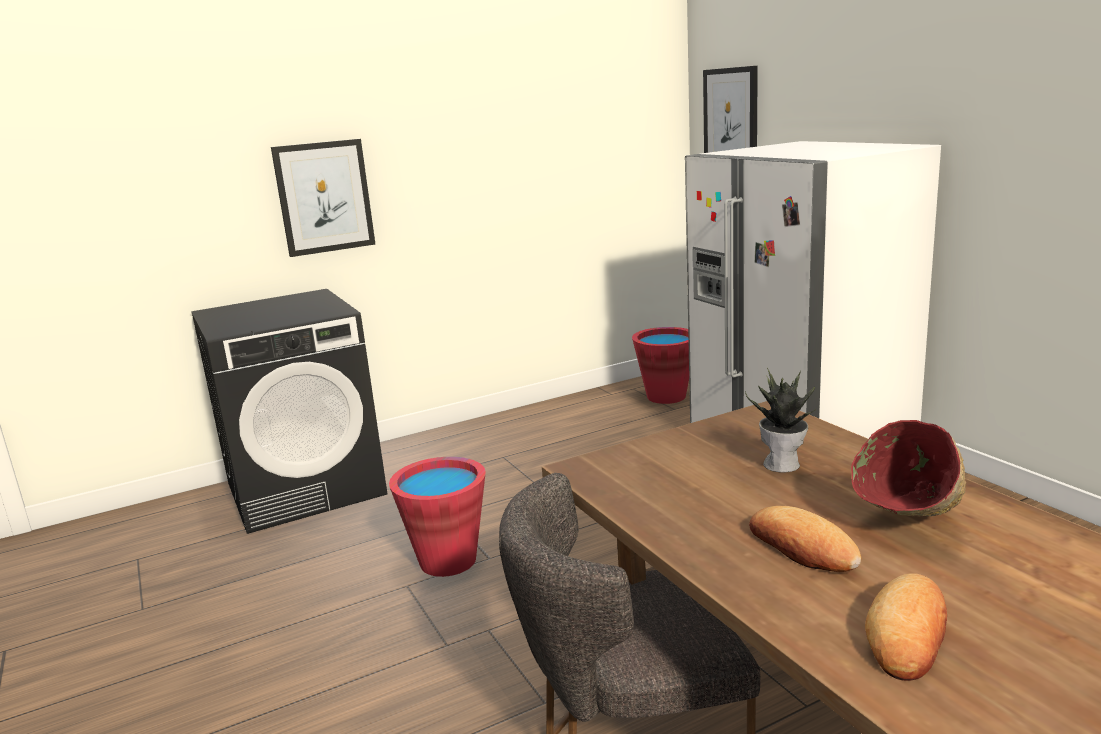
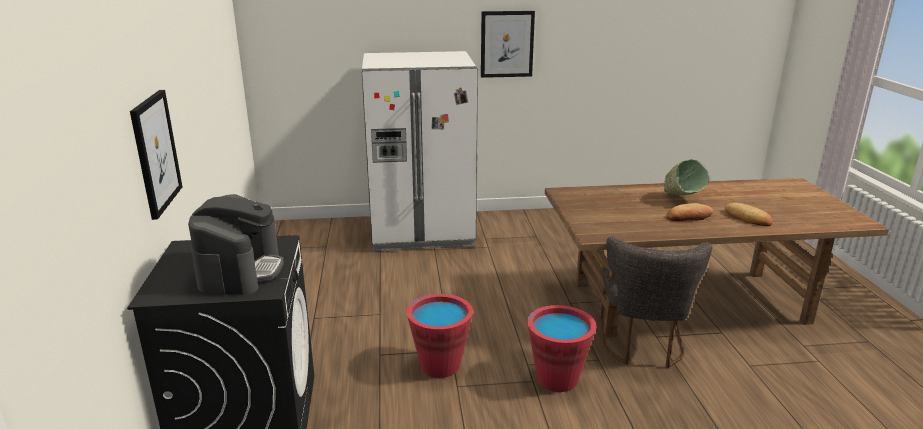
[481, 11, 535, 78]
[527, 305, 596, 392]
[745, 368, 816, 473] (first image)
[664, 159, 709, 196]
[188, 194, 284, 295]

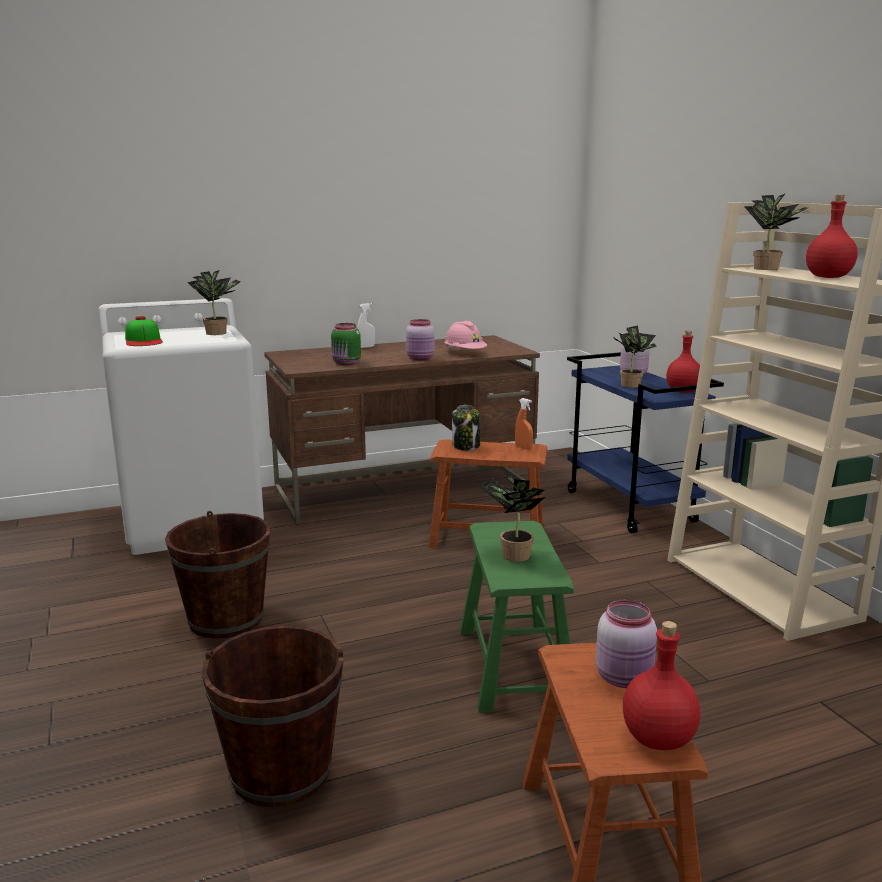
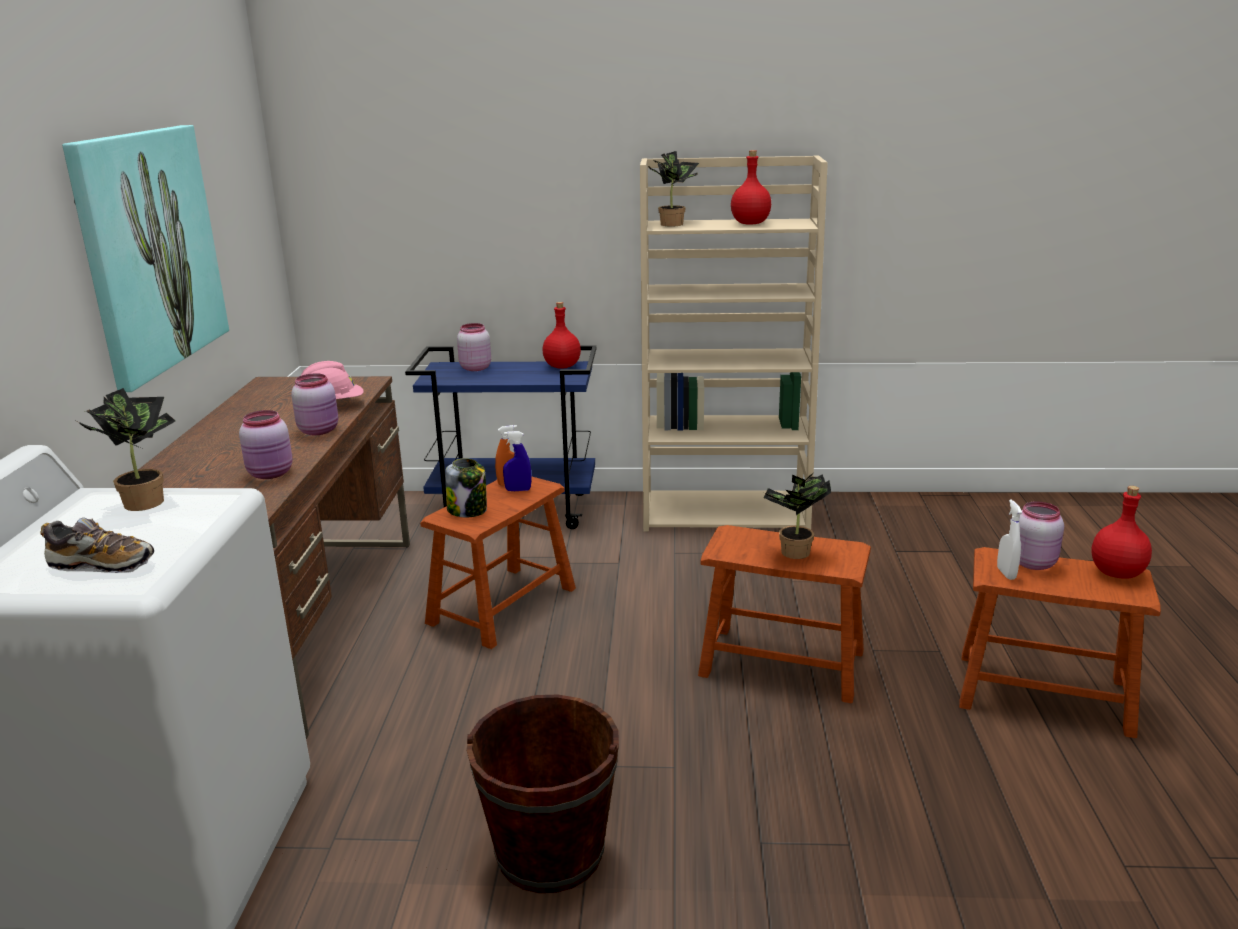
[997, 500, 1022, 580]
[40, 518, 154, 573]
[239, 410, 293, 479]
[613, 326, 657, 388] (first image)
[698, 525, 871, 703]
[201, 626, 344, 807] (first image)
[62, 125, 229, 392]
[503, 431, 531, 491]

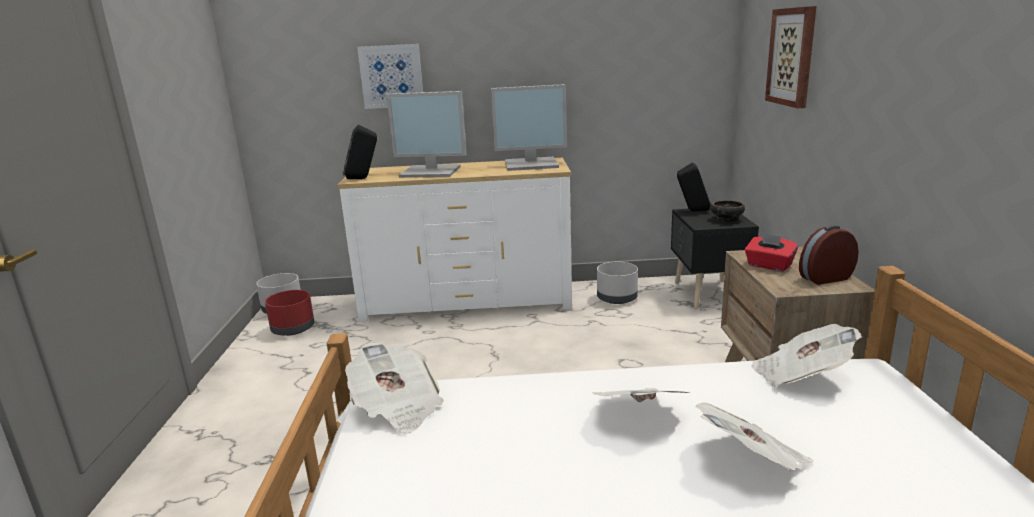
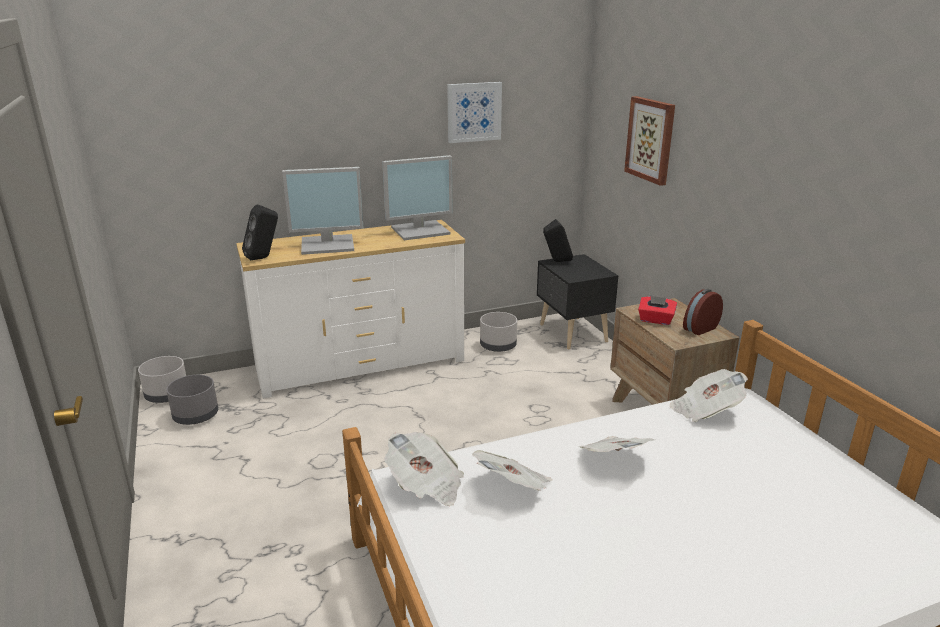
[447, 82, 502, 143]
[711, 200, 745, 223] (first image)
[166, 375, 218, 425]
[472, 450, 552, 491]

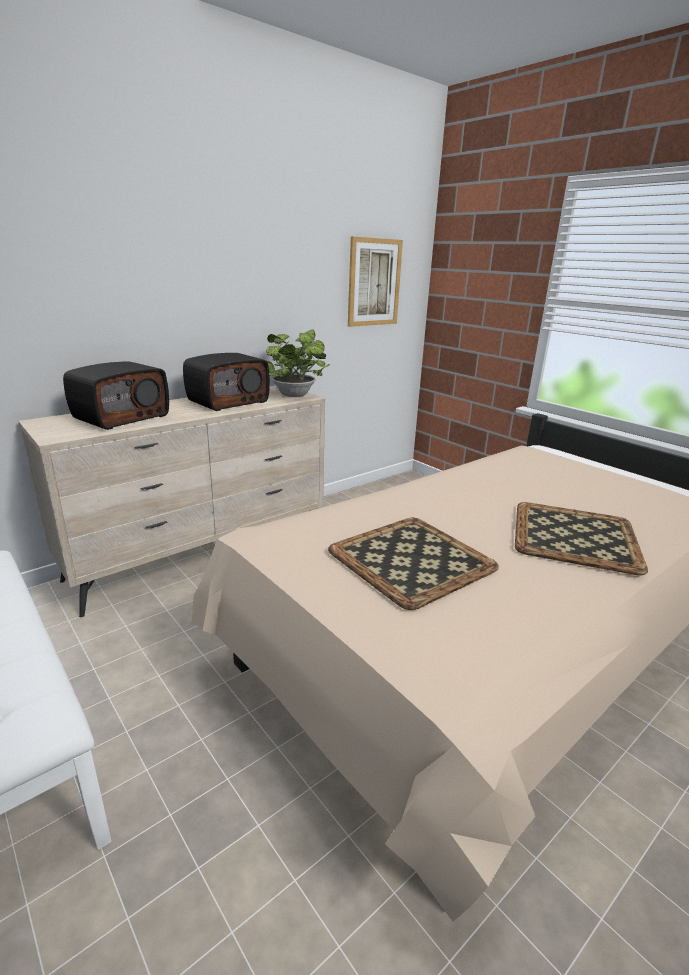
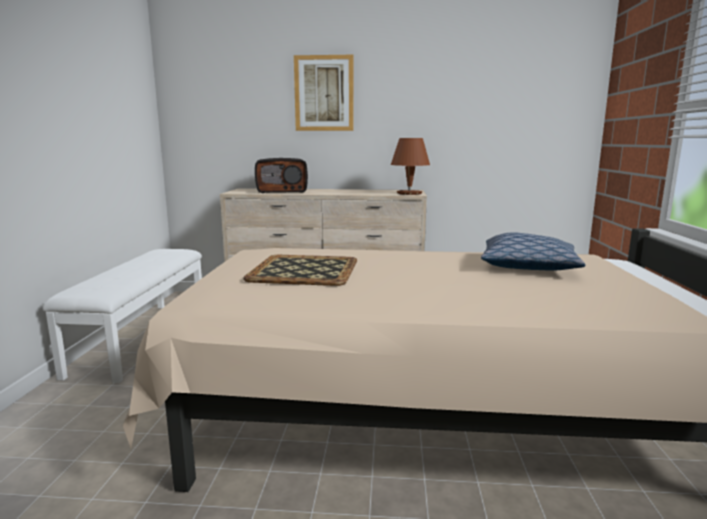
[294, 55, 353, 131]
[391, 138, 430, 195]
[183, 353, 270, 411] (first image)
[515, 502, 648, 575] (first image)
[481, 232, 585, 271]

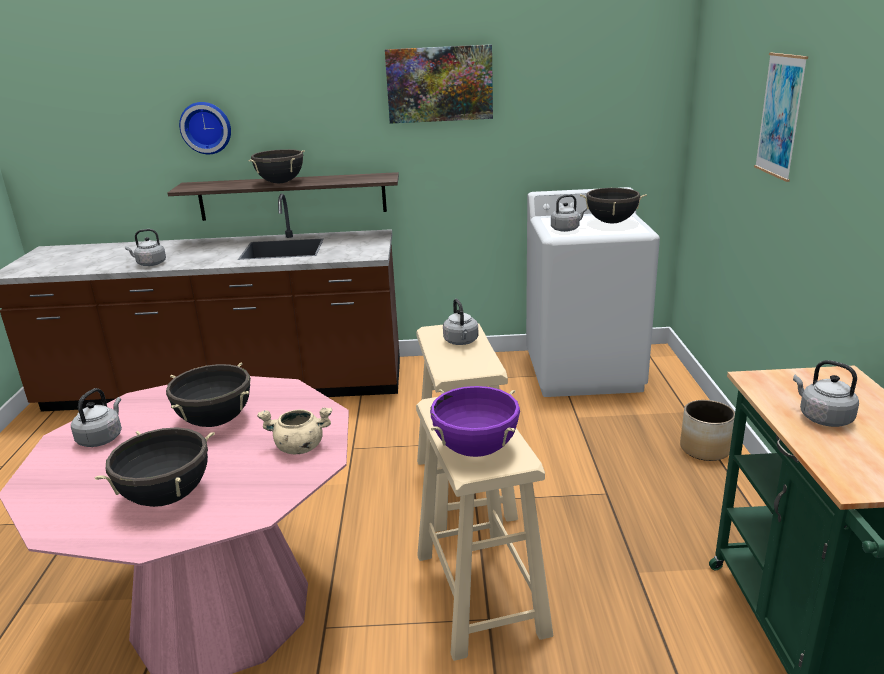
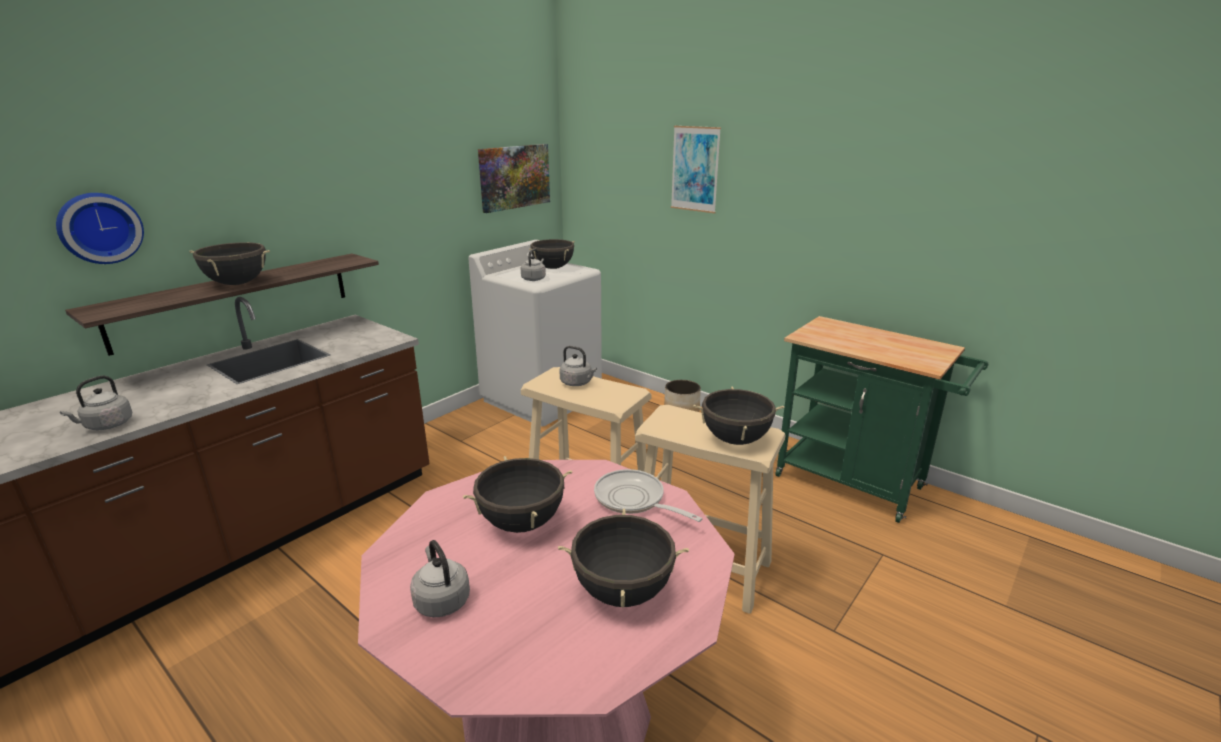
[478, 144, 550, 213]
[793, 360, 859, 427] (first image)
[694, 386, 784, 445]
[594, 469, 702, 522]

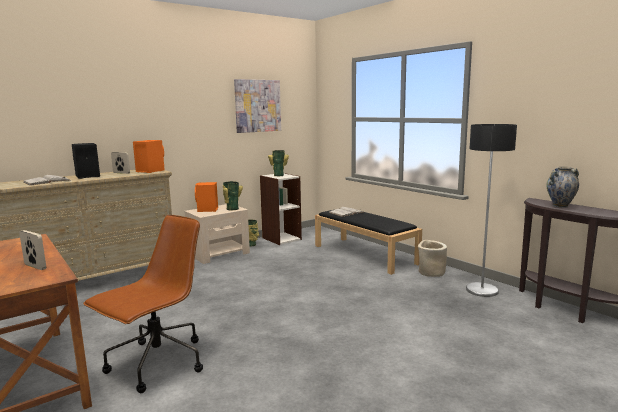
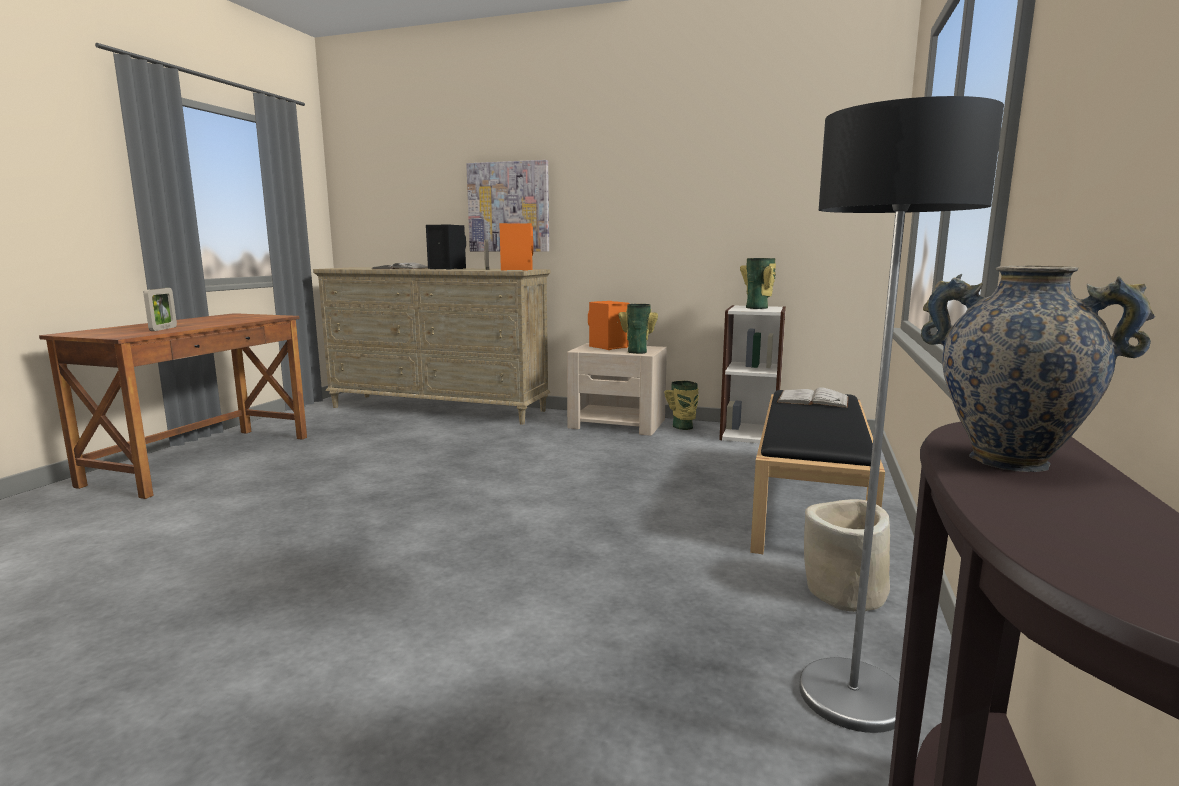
[466, 160, 549, 252]
[83, 215, 203, 393] (first image)

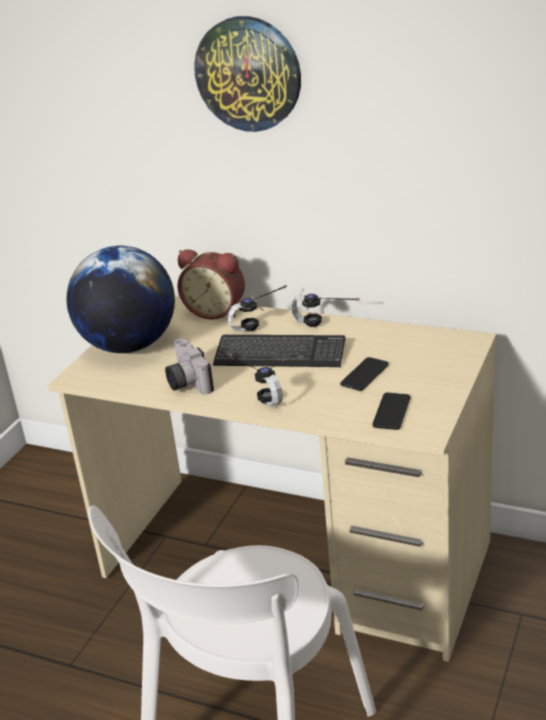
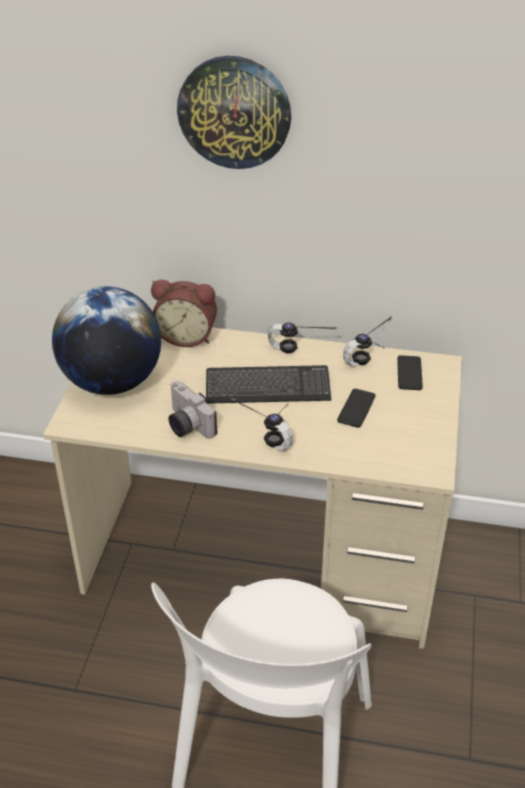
[343, 316, 392, 367]
[397, 355, 423, 390]

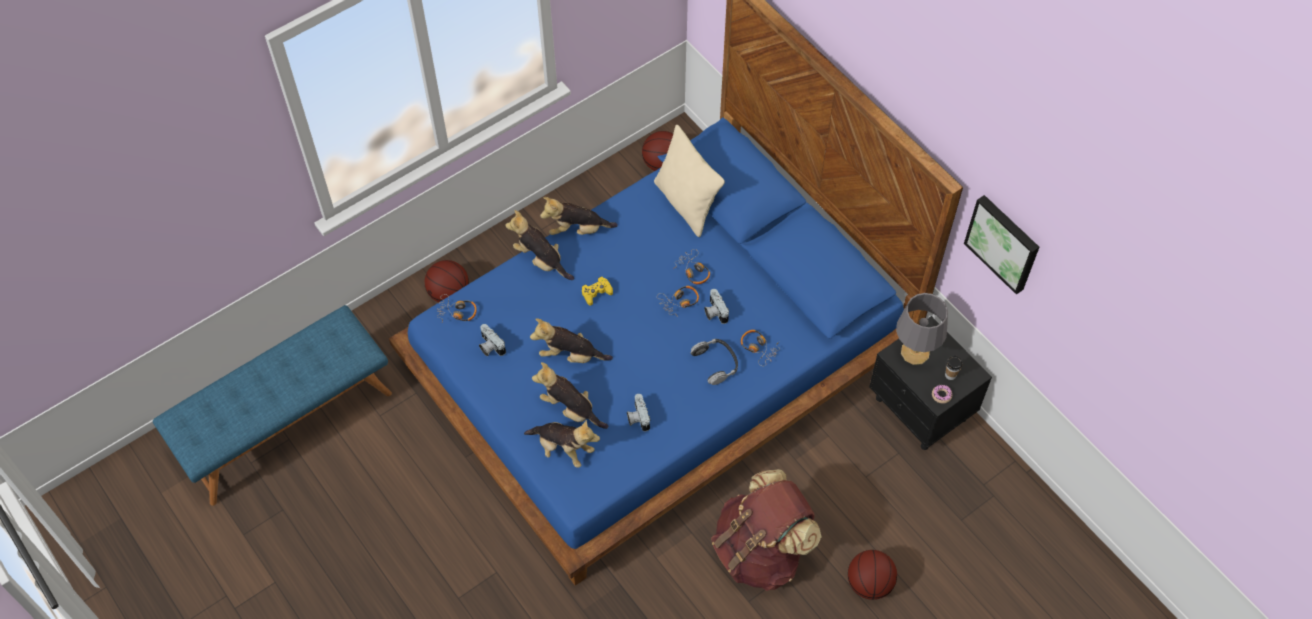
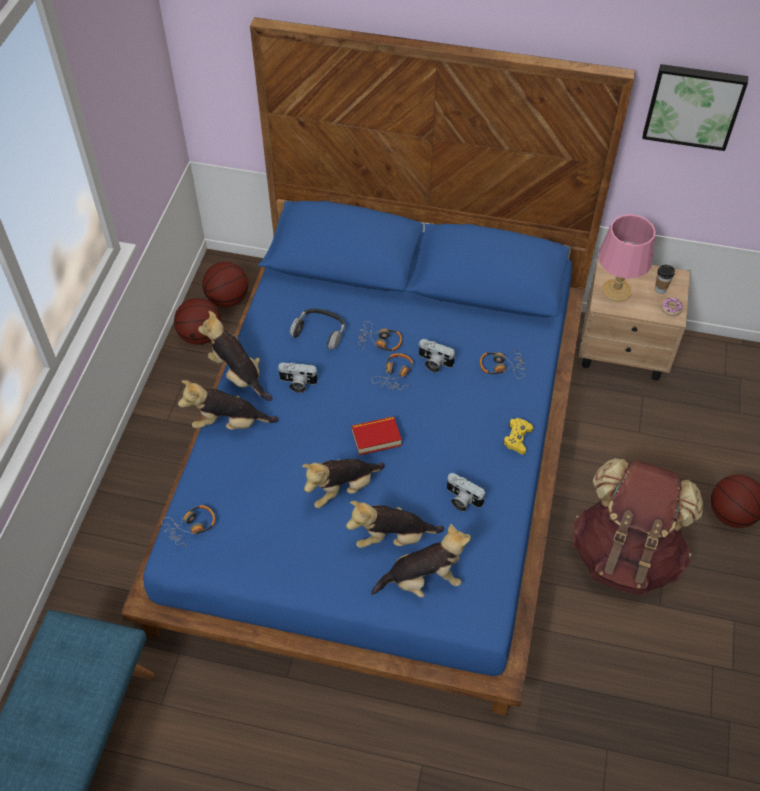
[654, 125, 725, 237] (first image)
[198, 311, 273, 401]
[174, 298, 221, 345]
[503, 418, 533, 455]
[598, 214, 656, 302]
[579, 258, 690, 381]
[278, 363, 318, 393]
[290, 308, 345, 350]
[352, 416, 402, 456]

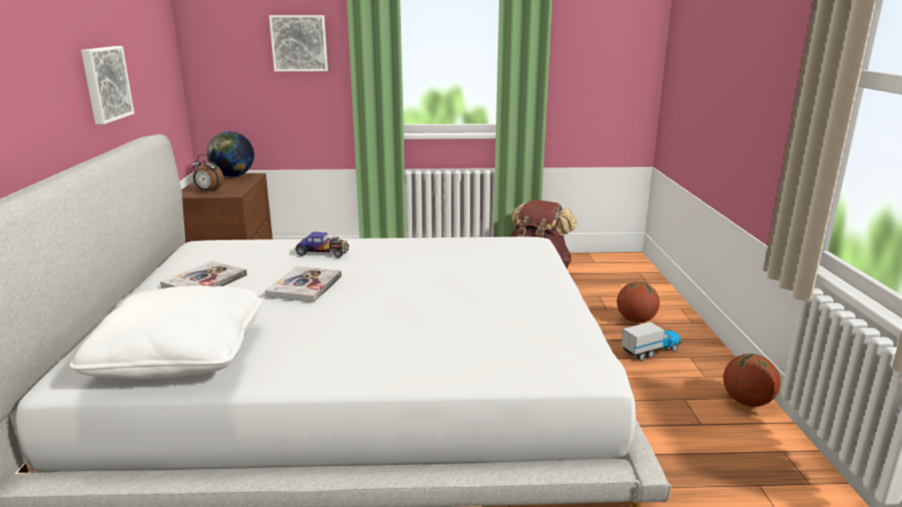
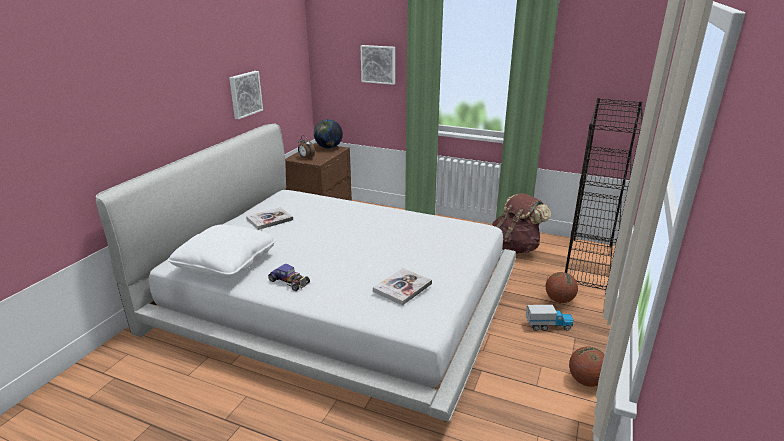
[268, 264, 310, 291]
[373, 268, 432, 306]
[565, 98, 643, 293]

